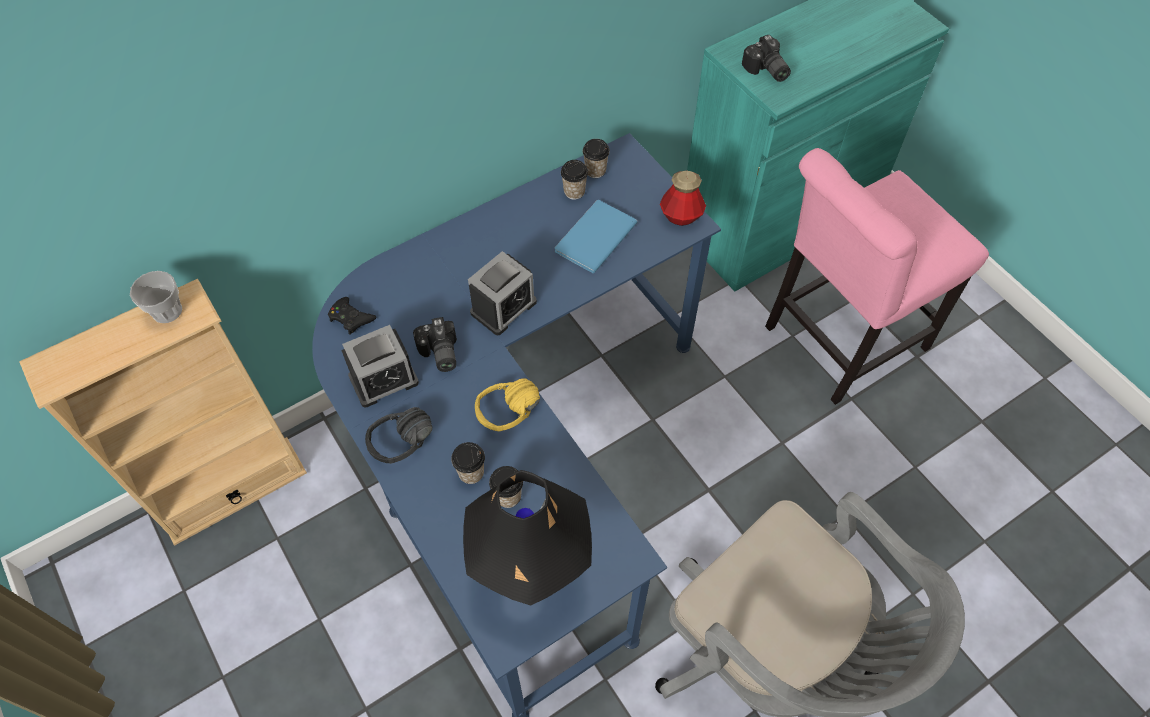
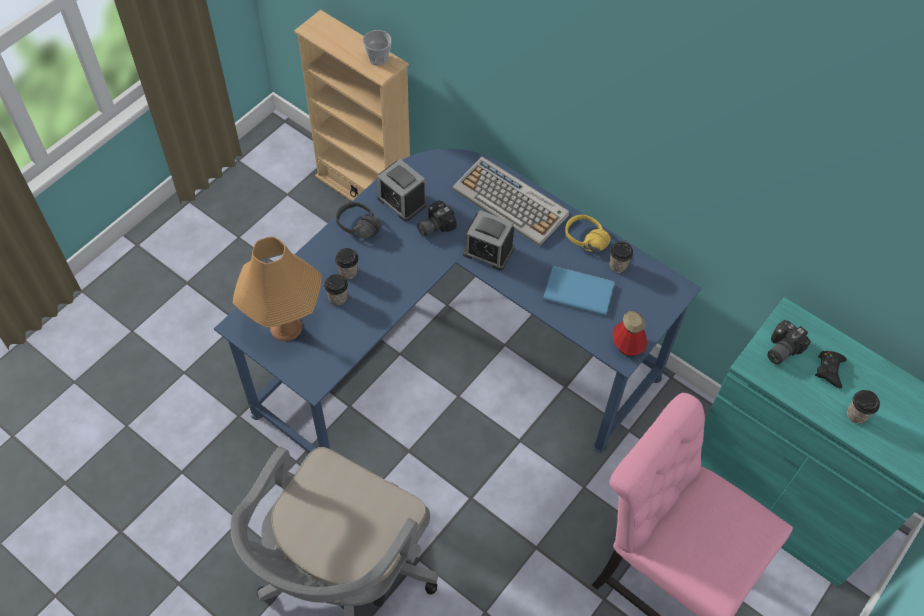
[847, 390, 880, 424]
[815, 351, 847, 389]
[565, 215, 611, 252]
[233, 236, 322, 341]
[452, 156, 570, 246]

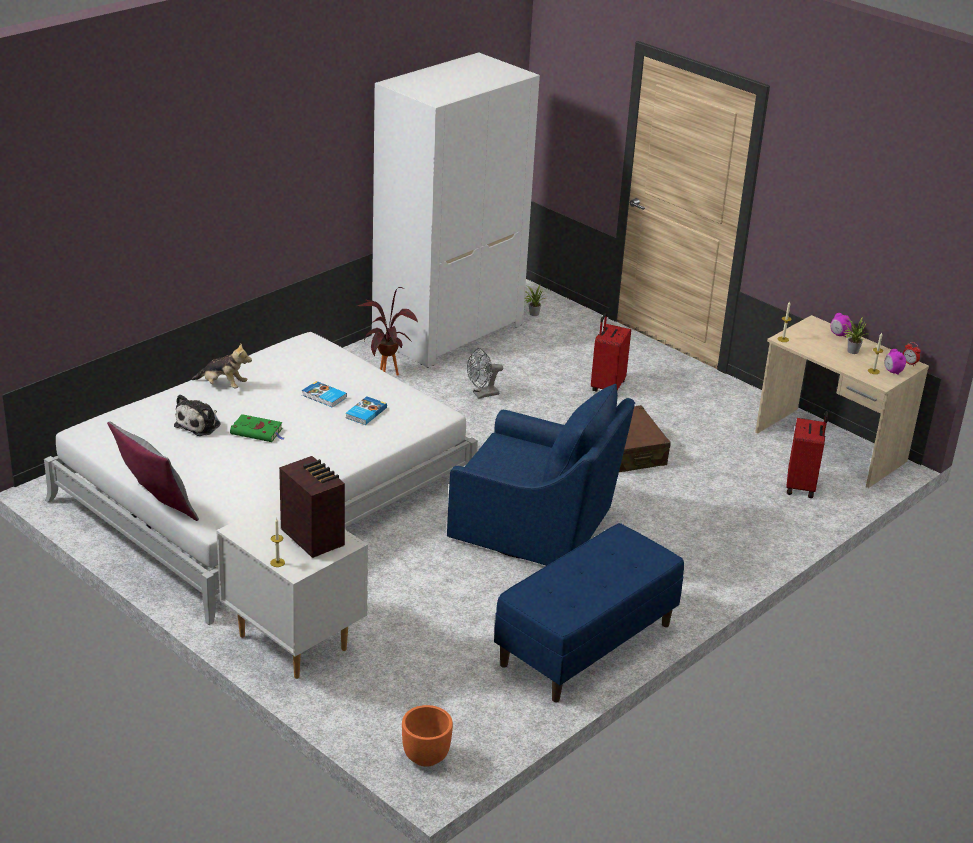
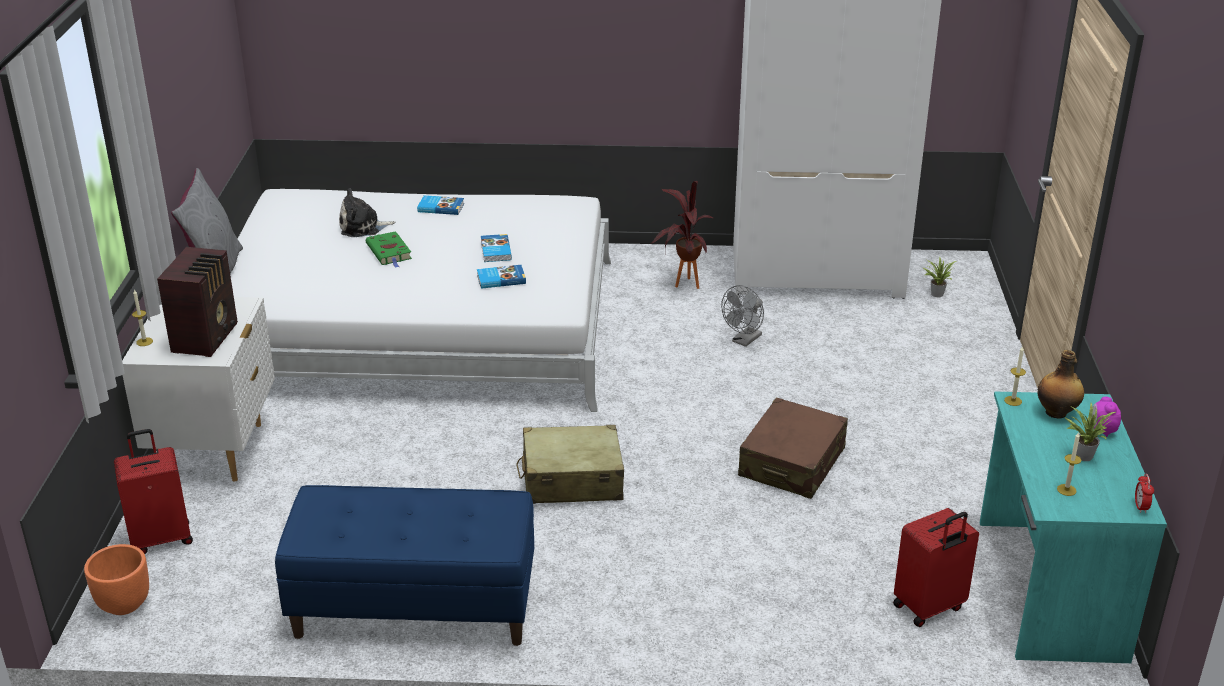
[114, 429, 193, 554]
[980, 392, 1167, 663]
[417, 195, 464, 215]
[721, 285, 764, 347]
[884, 349, 906, 375] (first image)
[516, 425, 624, 504]
[1037, 350, 1084, 418]

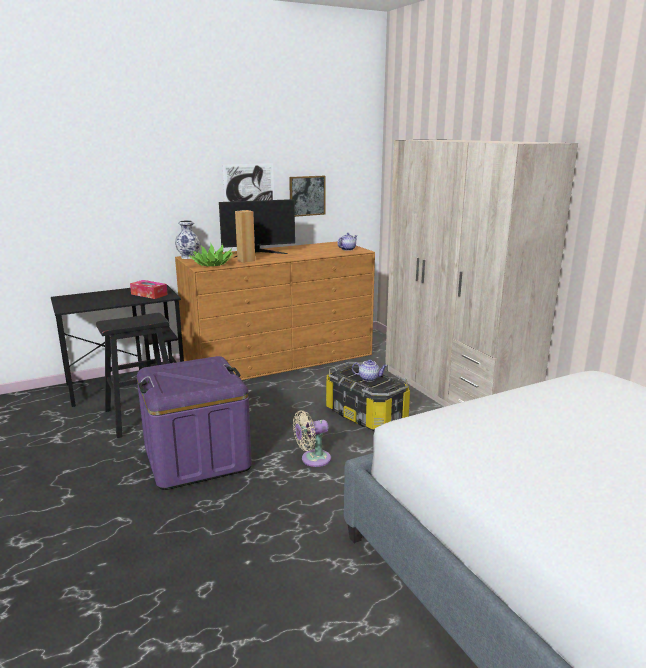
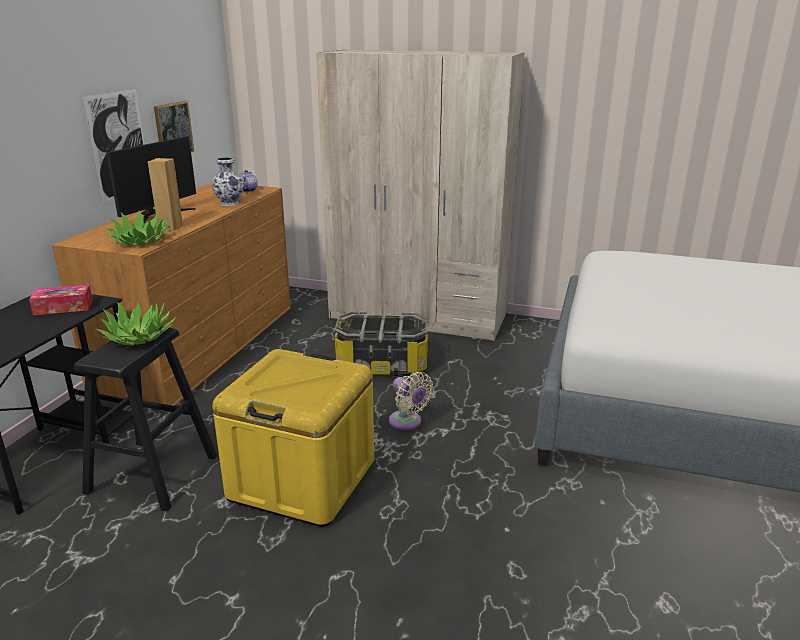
[212, 157, 244, 206]
[212, 349, 374, 527]
[352, 359, 387, 382] (first image)
[389, 372, 434, 430]
[96, 302, 176, 346]

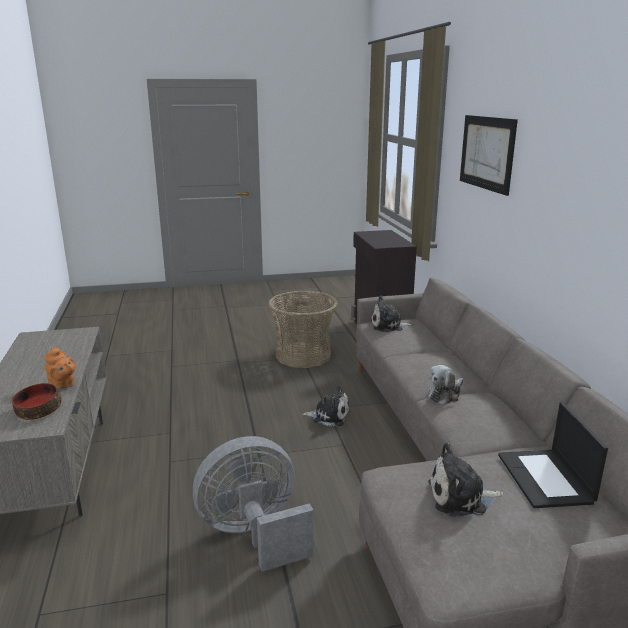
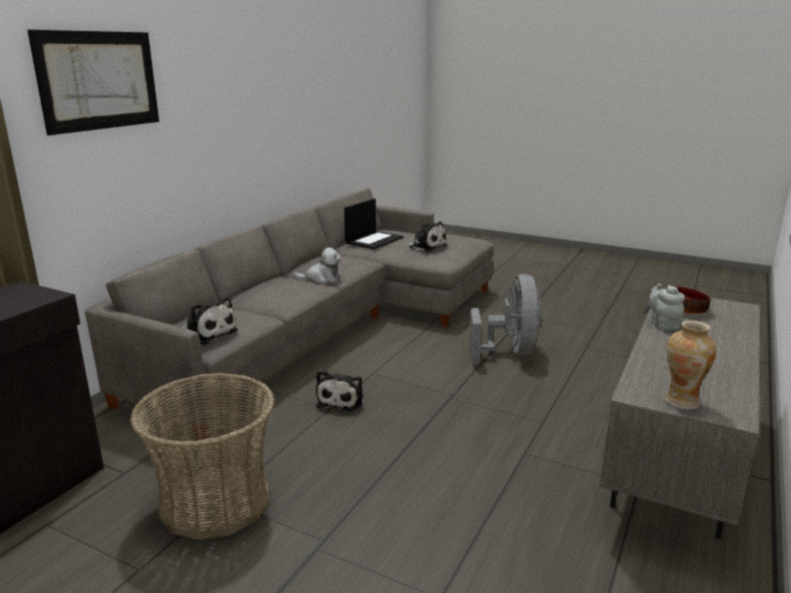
[649, 283, 685, 330]
[316, 370, 363, 411]
[469, 274, 542, 364]
[665, 320, 716, 410]

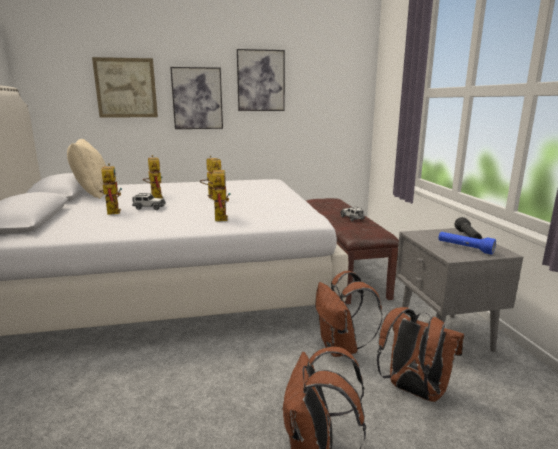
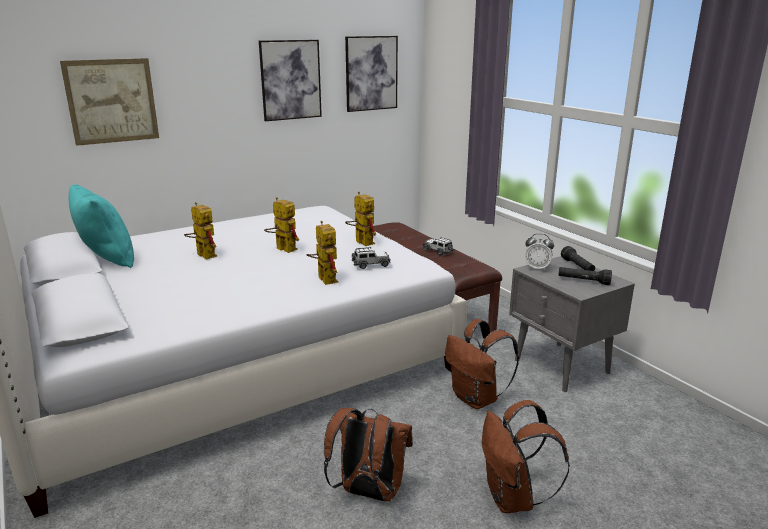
[345, 36, 398, 112]
[69, 184, 134, 269]
[345, 192, 376, 246]
[352, 247, 390, 269]
[558, 267, 612, 285]
[324, 408, 413, 501]
[525, 233, 554, 271]

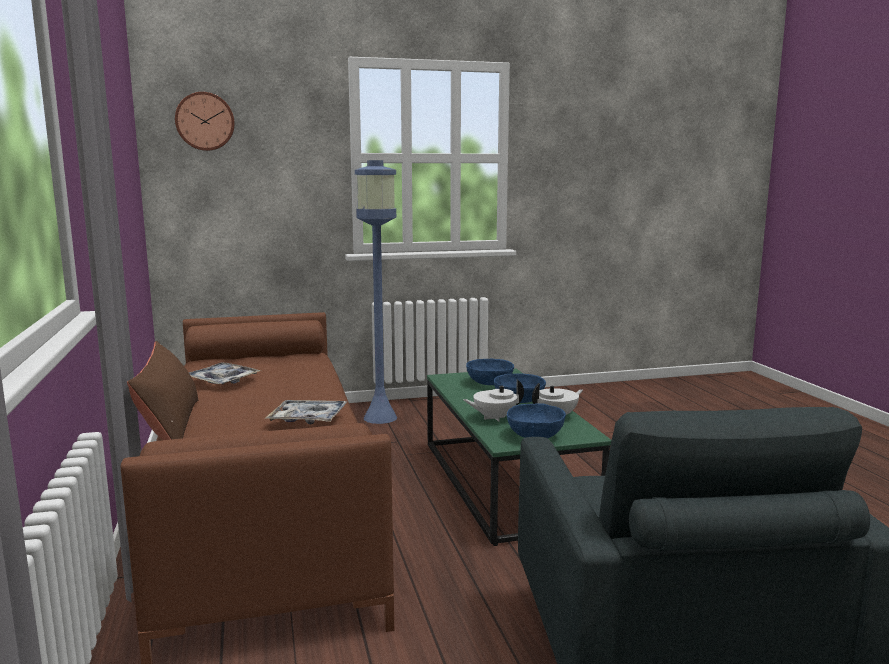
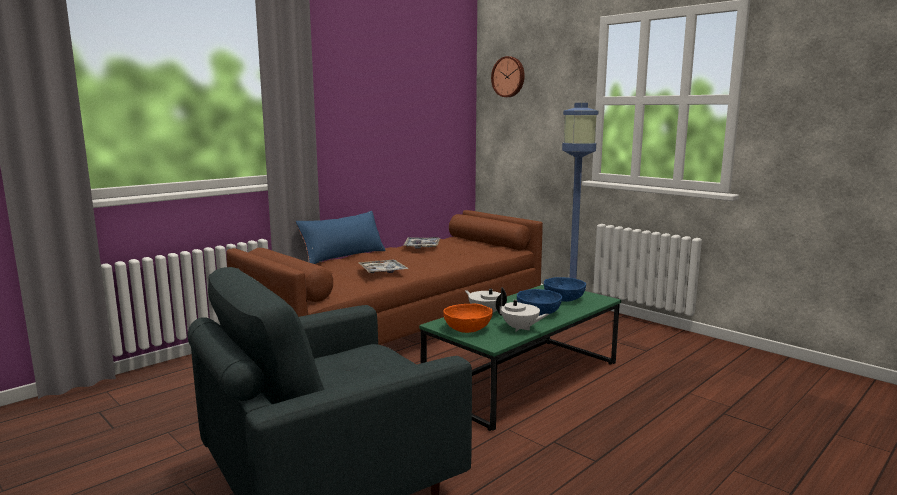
[296, 211, 386, 264]
[443, 304, 493, 333]

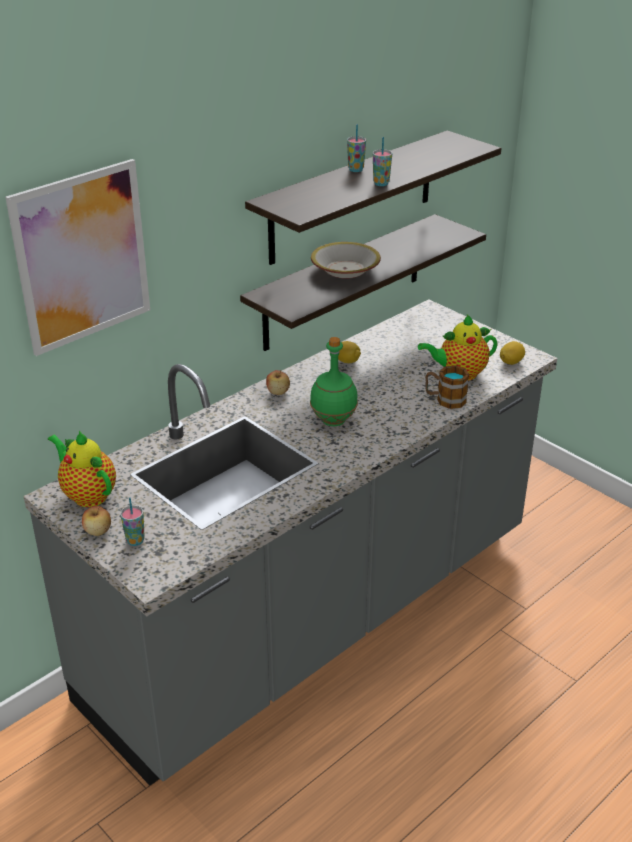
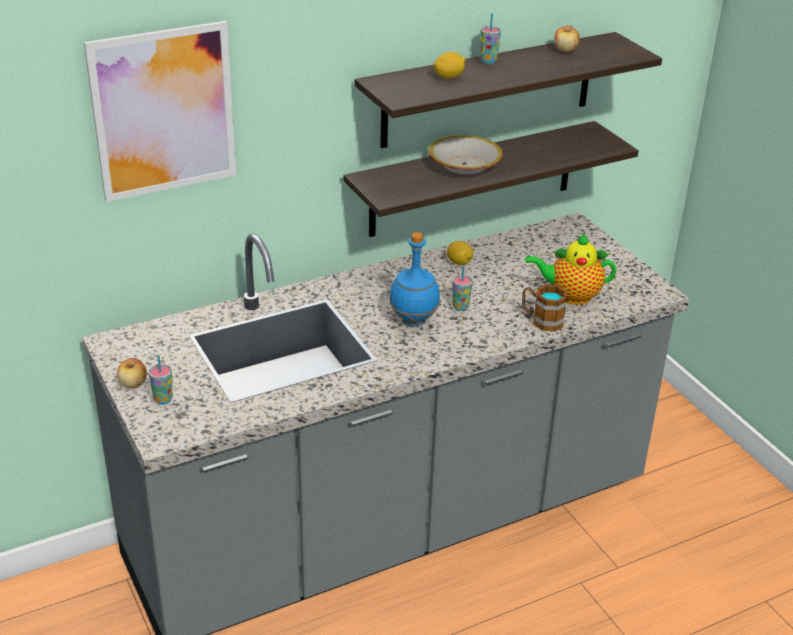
[452, 265, 473, 311]
[389, 232, 440, 327]
[434, 52, 465, 79]
[554, 25, 580, 52]
[48, 431, 116, 507] (first image)

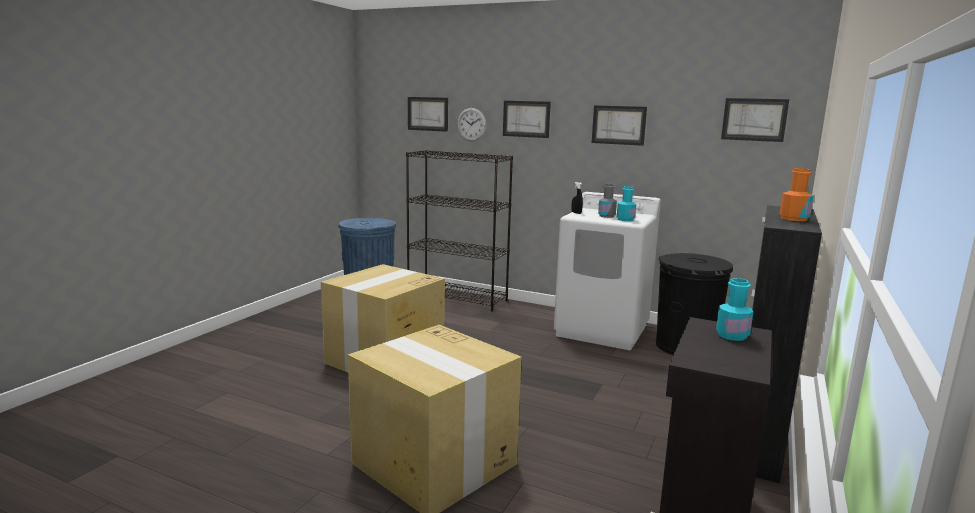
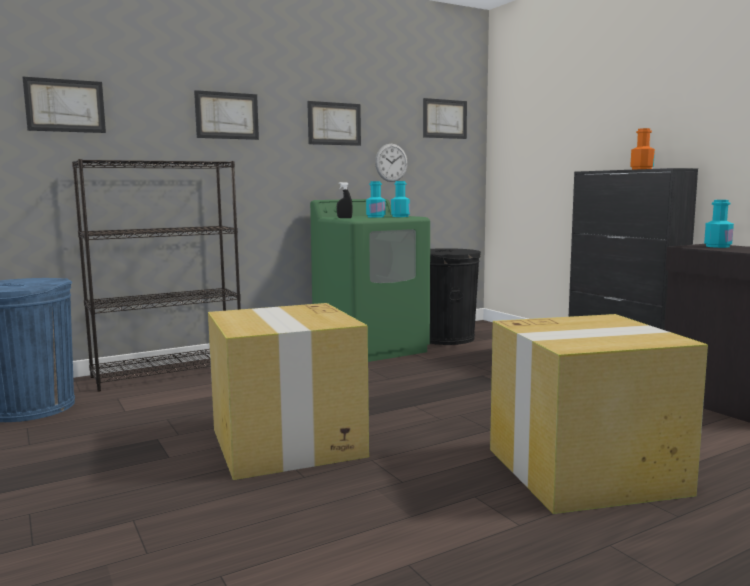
[375, 144, 408, 182]
[366, 181, 385, 218]
[310, 199, 430, 362]

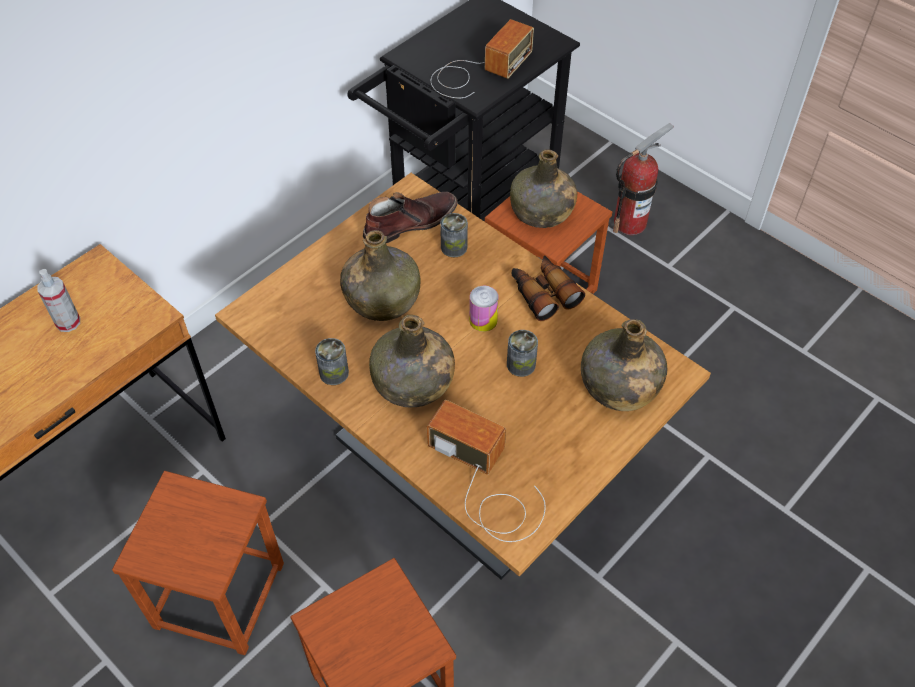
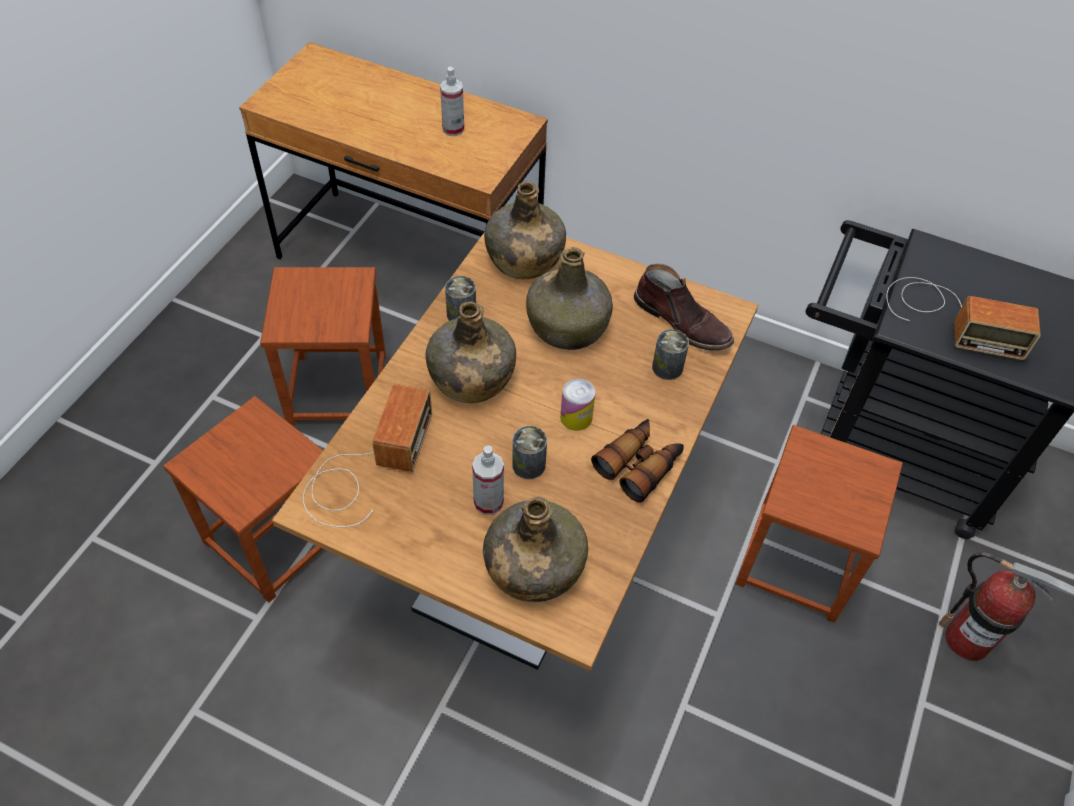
[484, 181, 566, 279]
[472, 445, 504, 515]

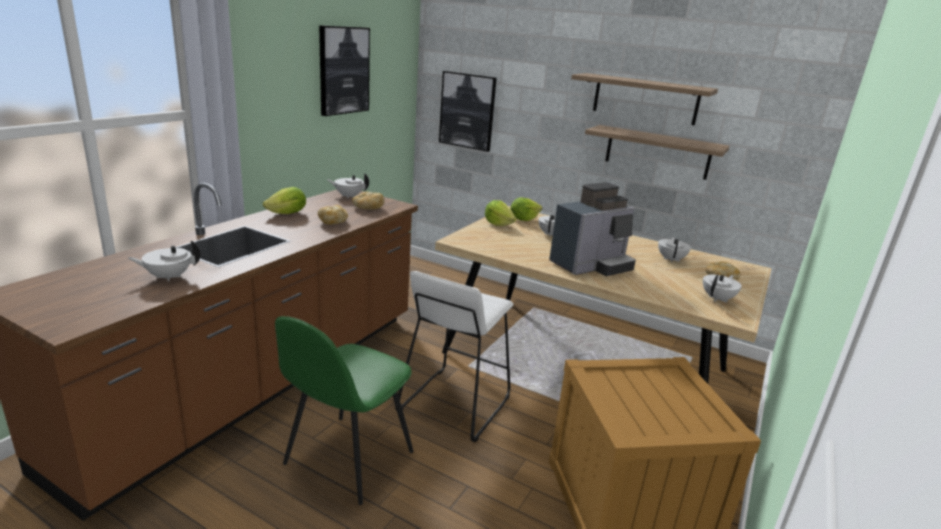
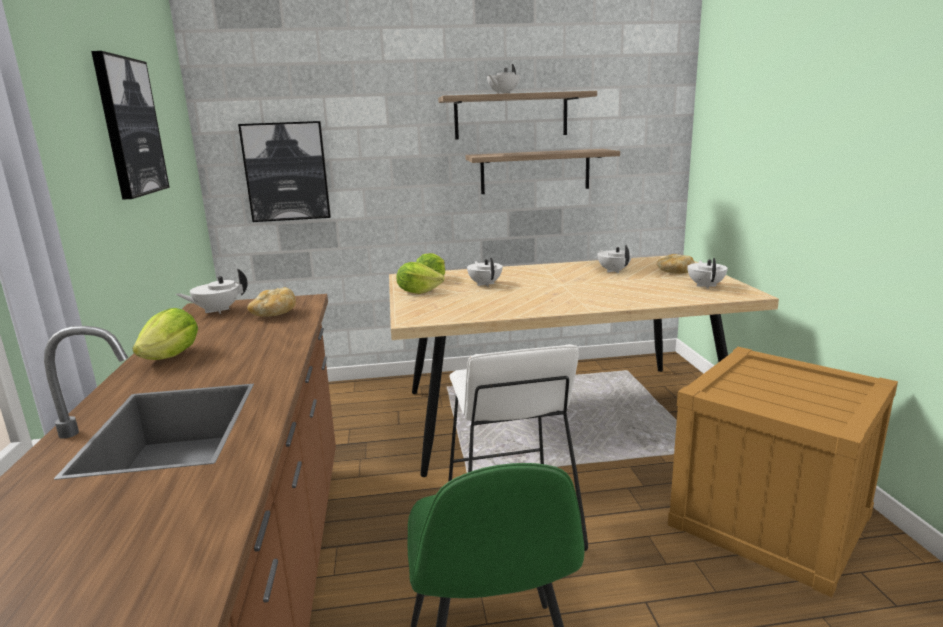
[549, 182, 636, 276] (first image)
[318, 205, 348, 225] (first image)
[487, 64, 520, 94]

